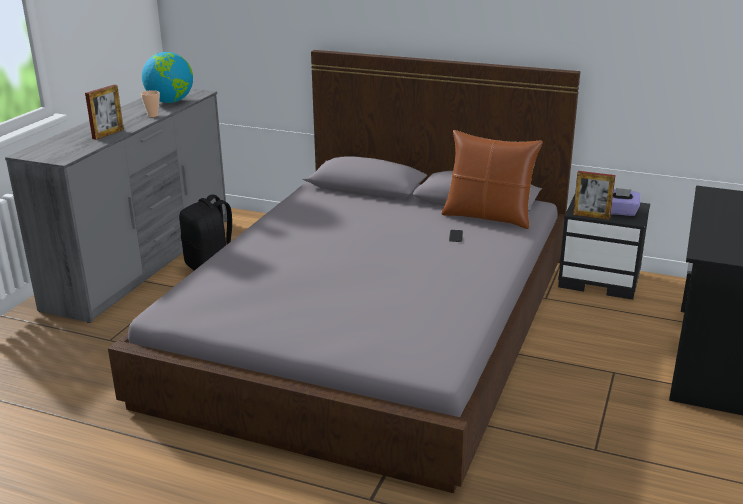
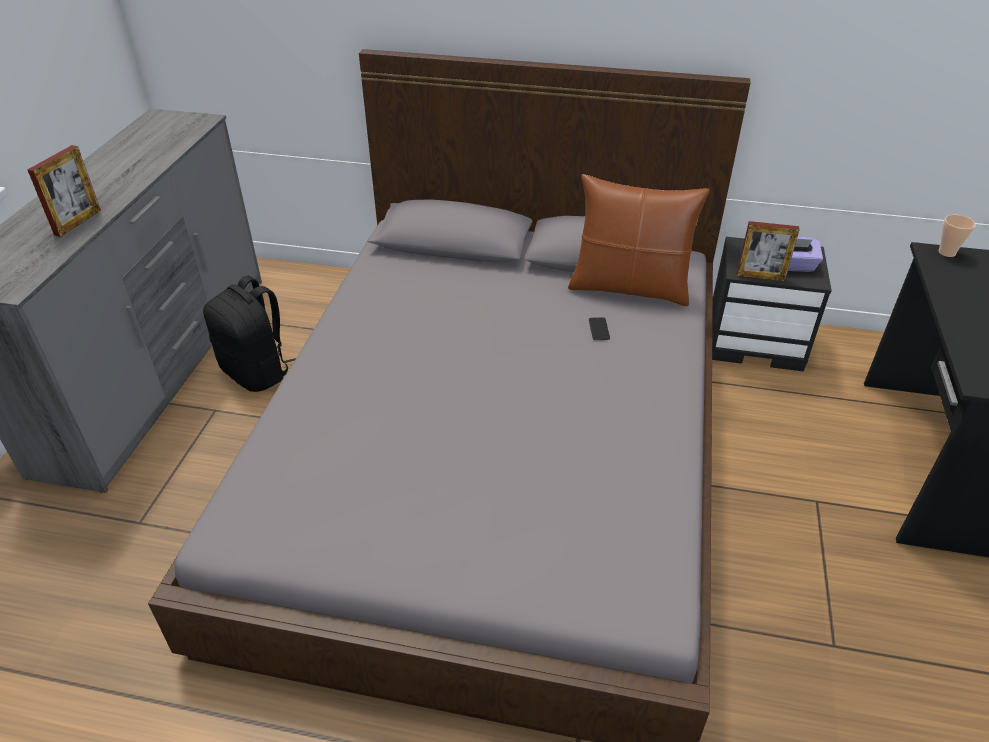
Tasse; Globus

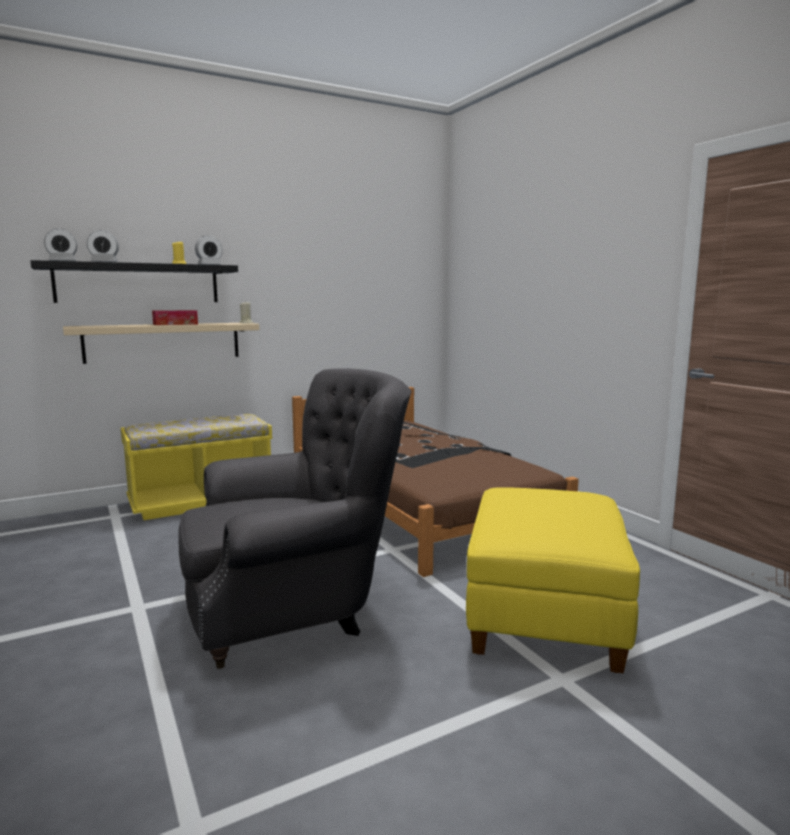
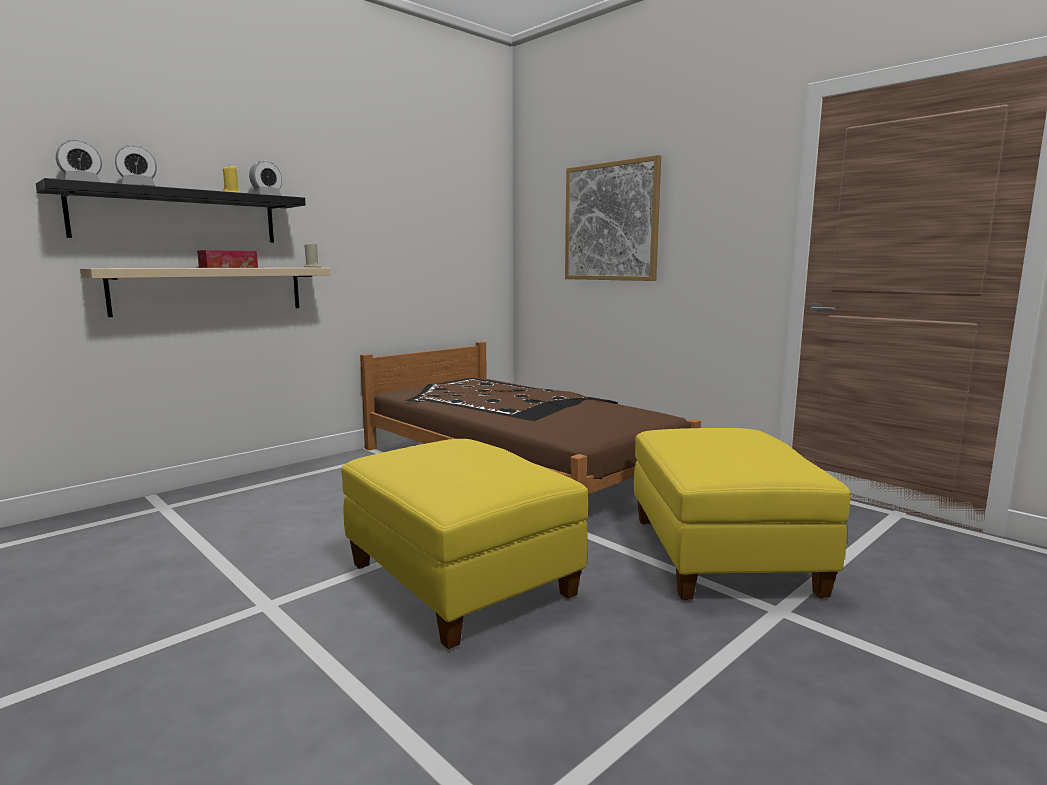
Polsterhocker (gelb) (no. 1 from left); Bild; Bank (gelb)

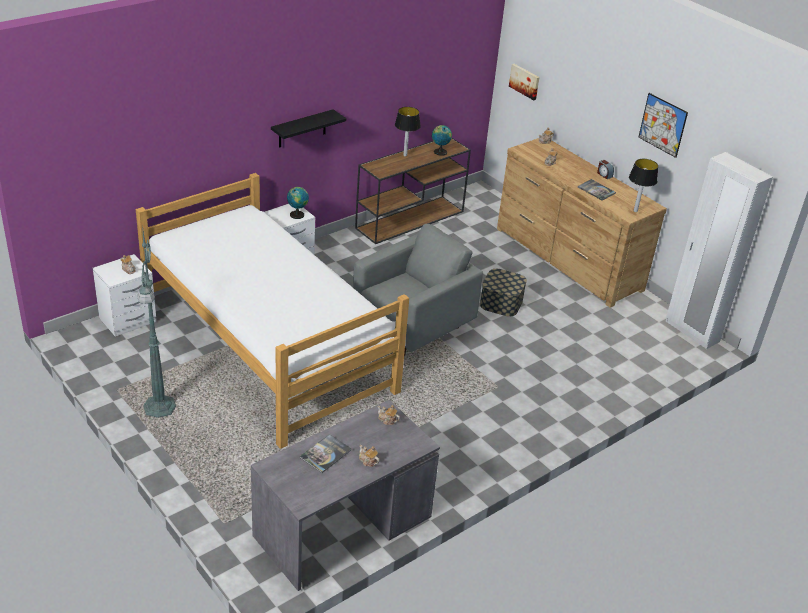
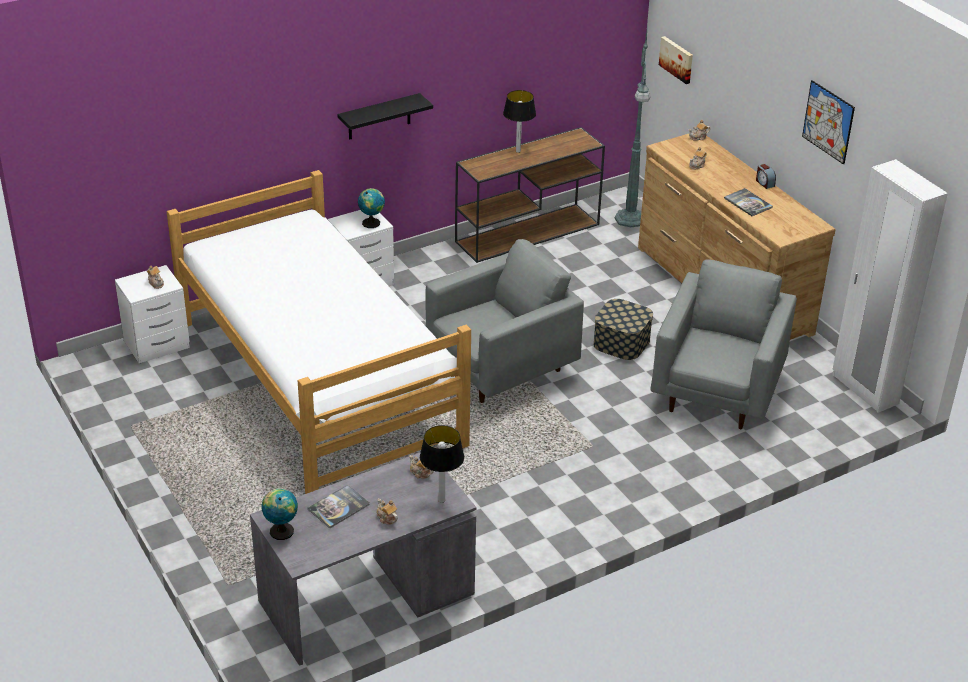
Globus (no. 1 from left); Tischlampe (no. 1 from left); Stehlampe (grün); Sessel (grau) (no. 2 from left)

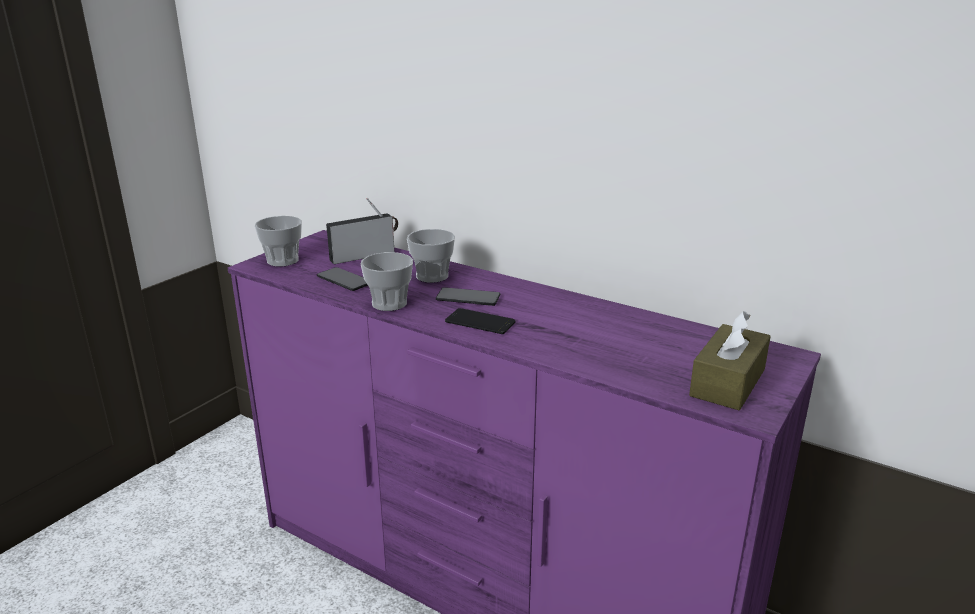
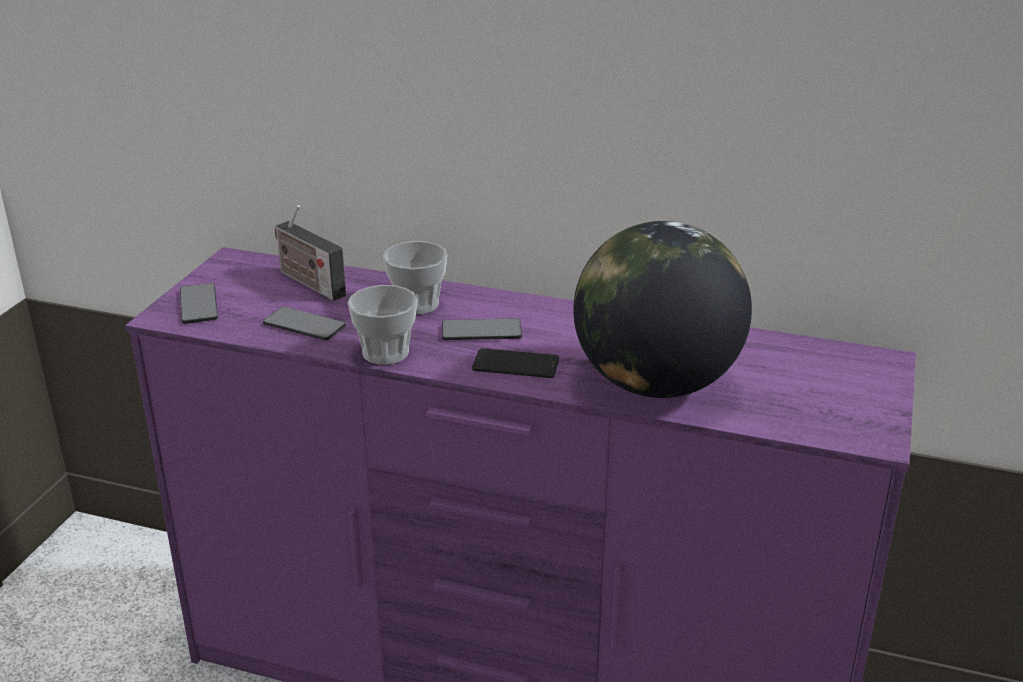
Handy (no. 1 from left); Radio; Globus; Taschentuchbox (braun)

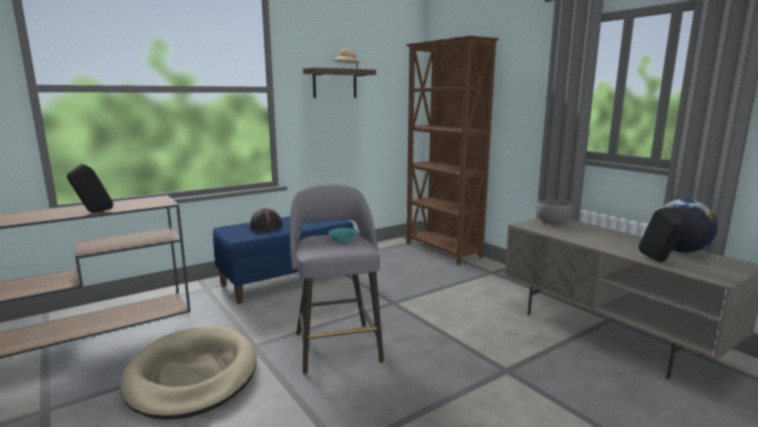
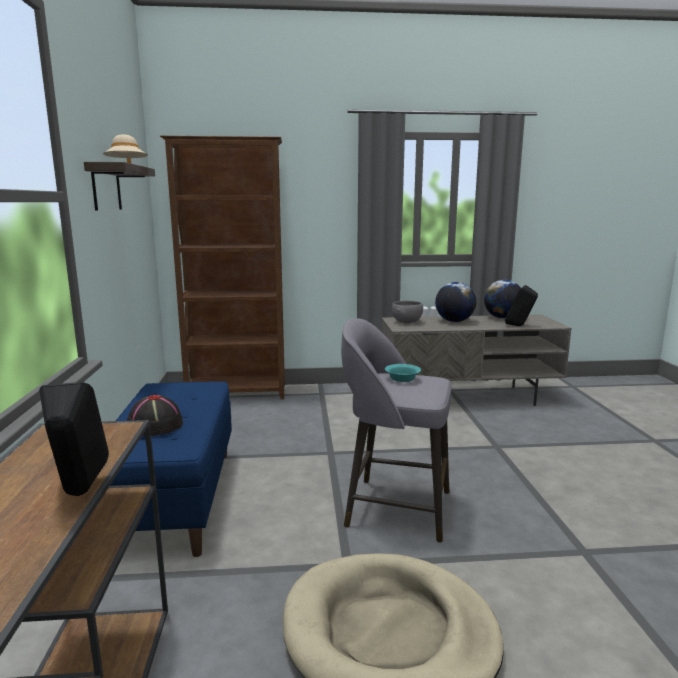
Globus (no. 1 from left)

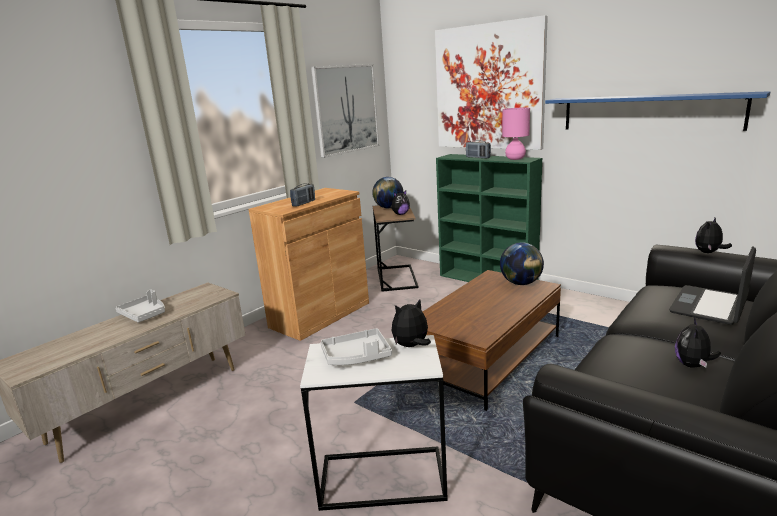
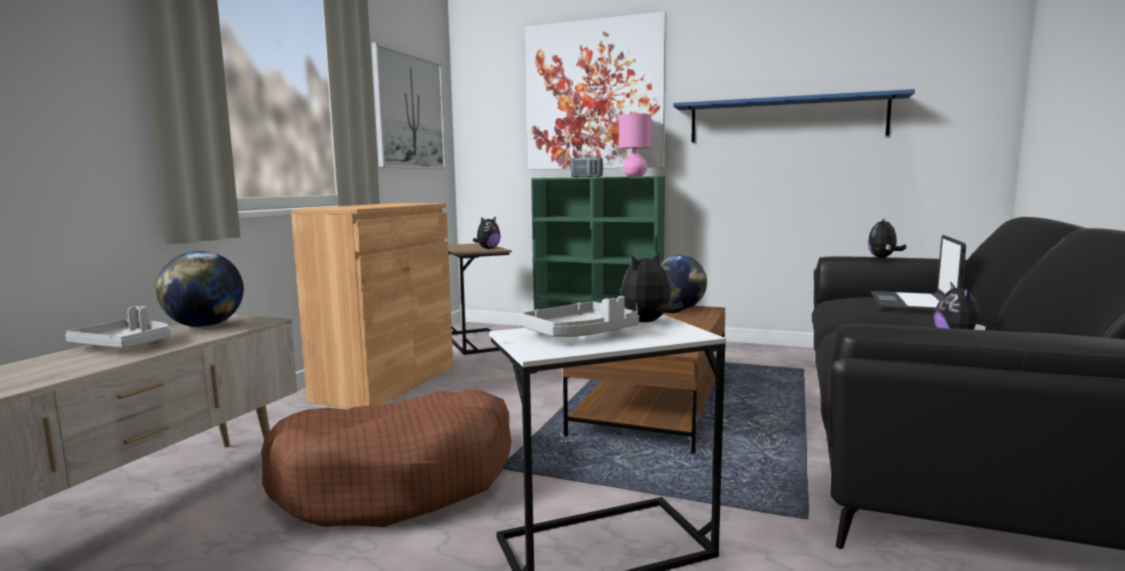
Globus (no. 1 from left); Hundebett (braun); Radio (no. 1 from left in the first image)

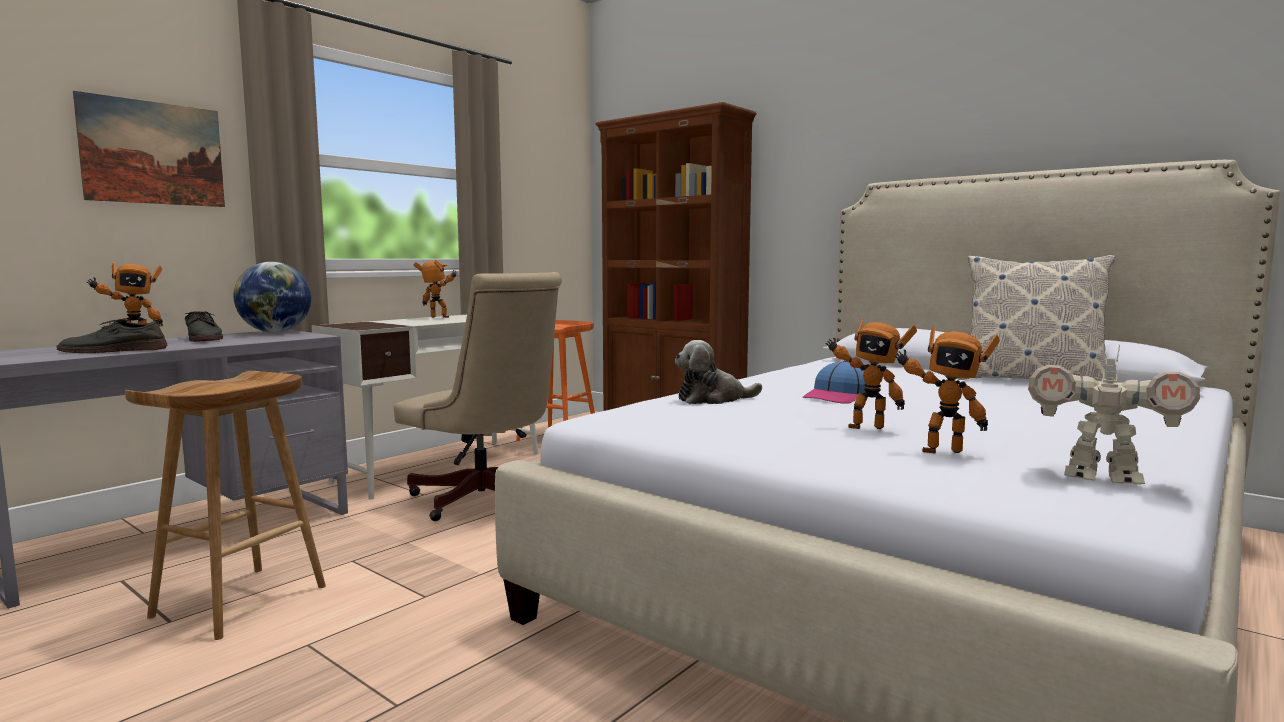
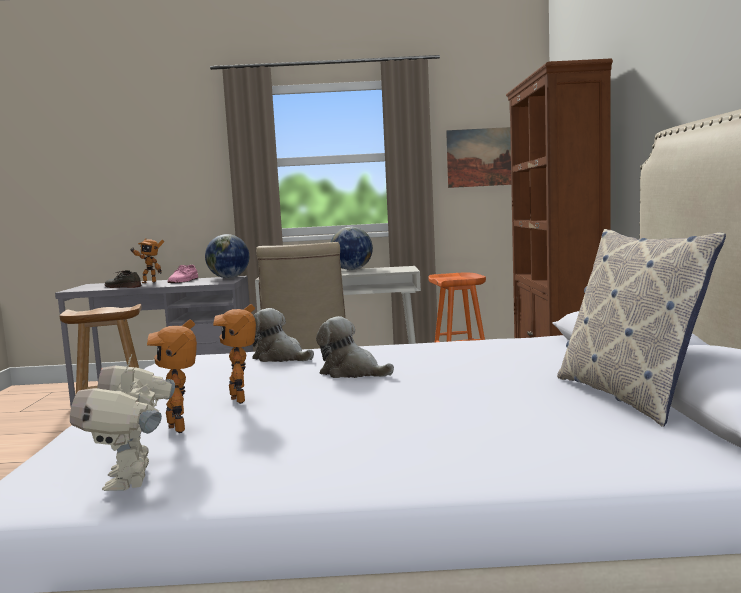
Schuh (rosa); Plüschtier (no. 2 from left); Globus (no. 2 from left); Bild

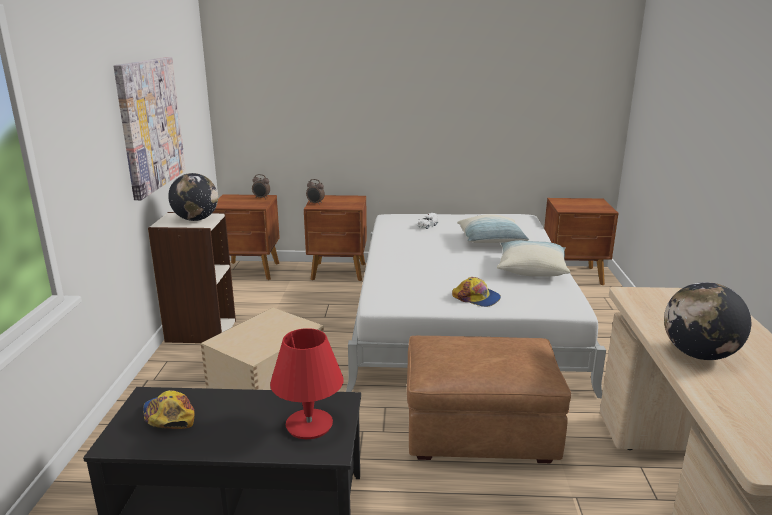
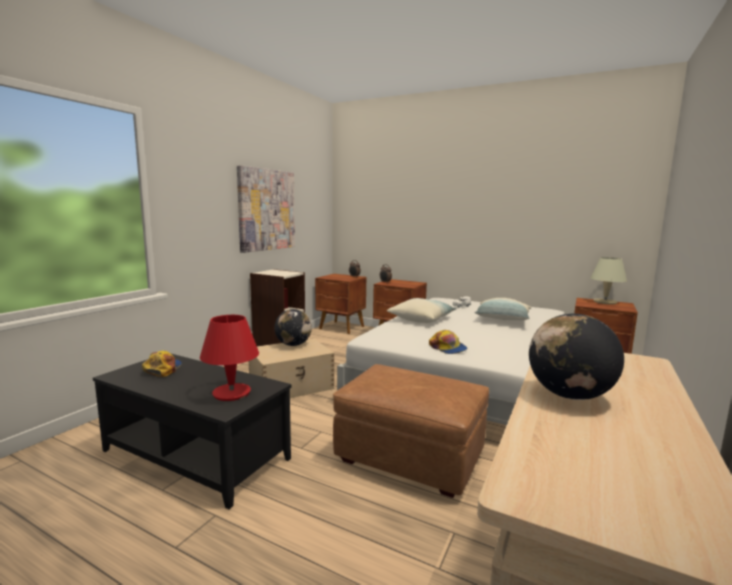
Globus (no. 1 from left); Kissen (no. 1 from left); Tischlampe (beige)

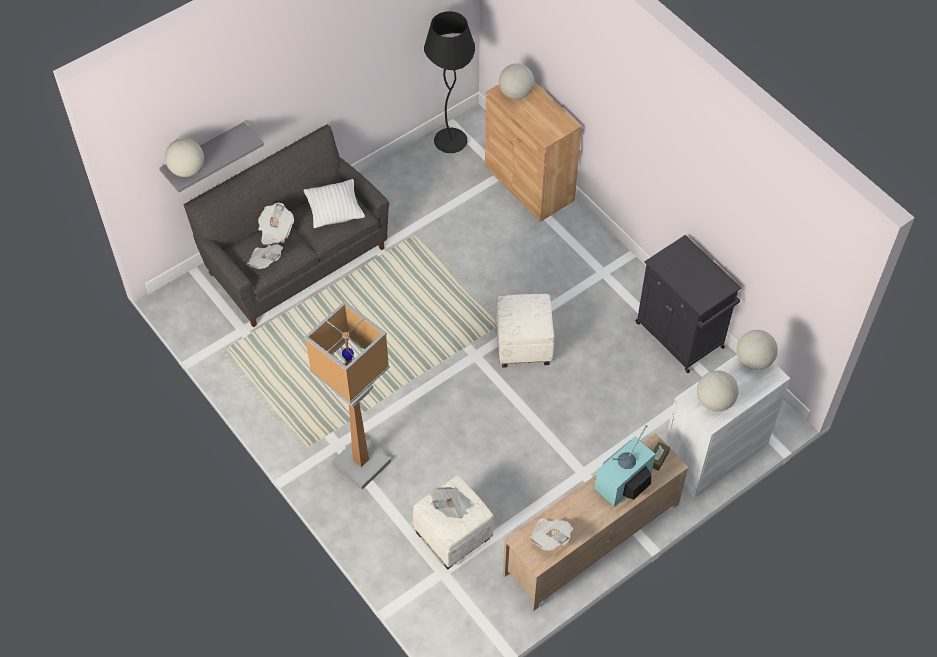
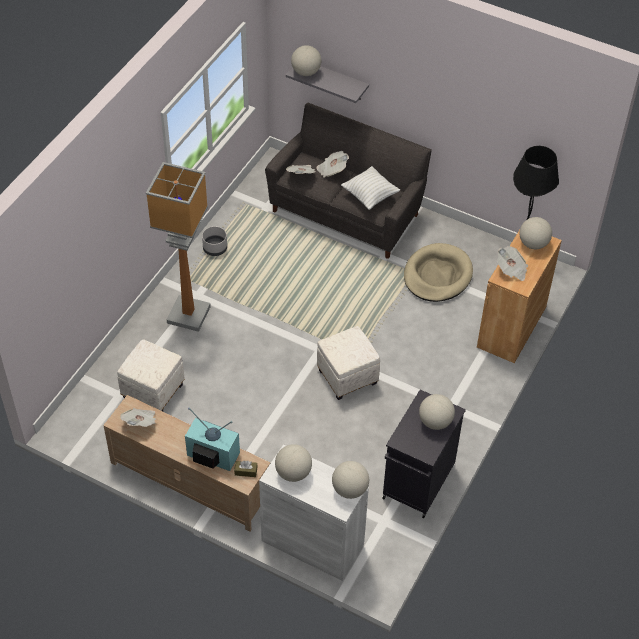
Pflanzkübel (grau); Hundebett (beige); Globus (no. 4 from left); Zeitung (no. 4 from left)

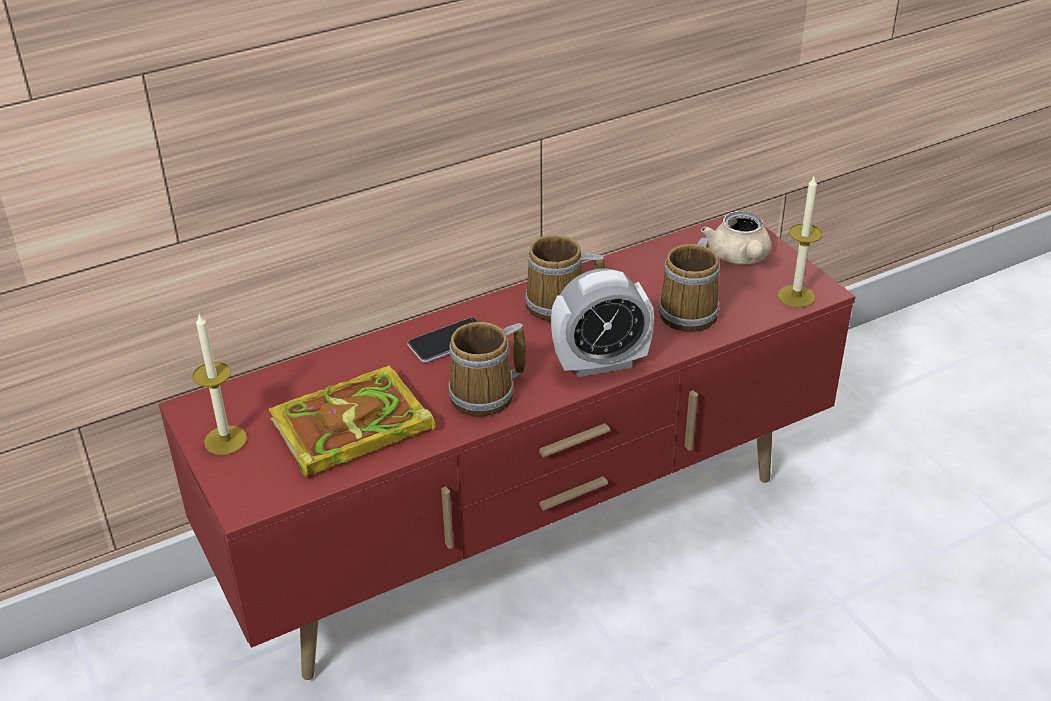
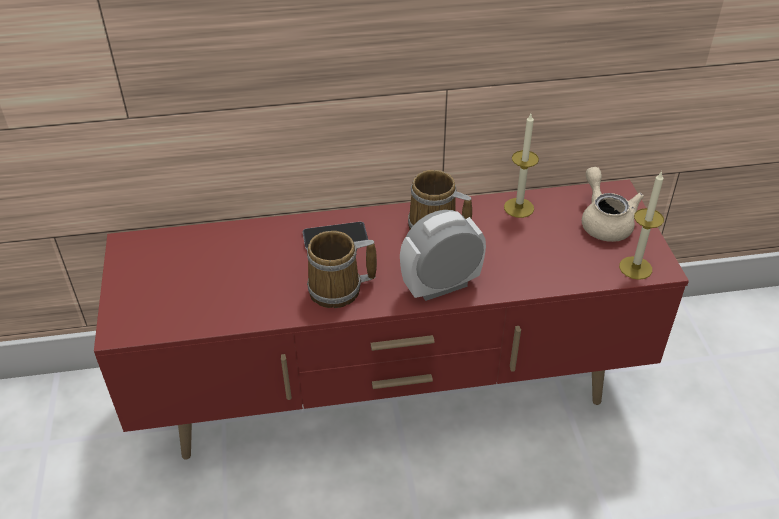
Wecker; Kerze (no. 1 from left); Teekanne (beige); Buch; Henkelbecher (no. 3 from left in the first image)

